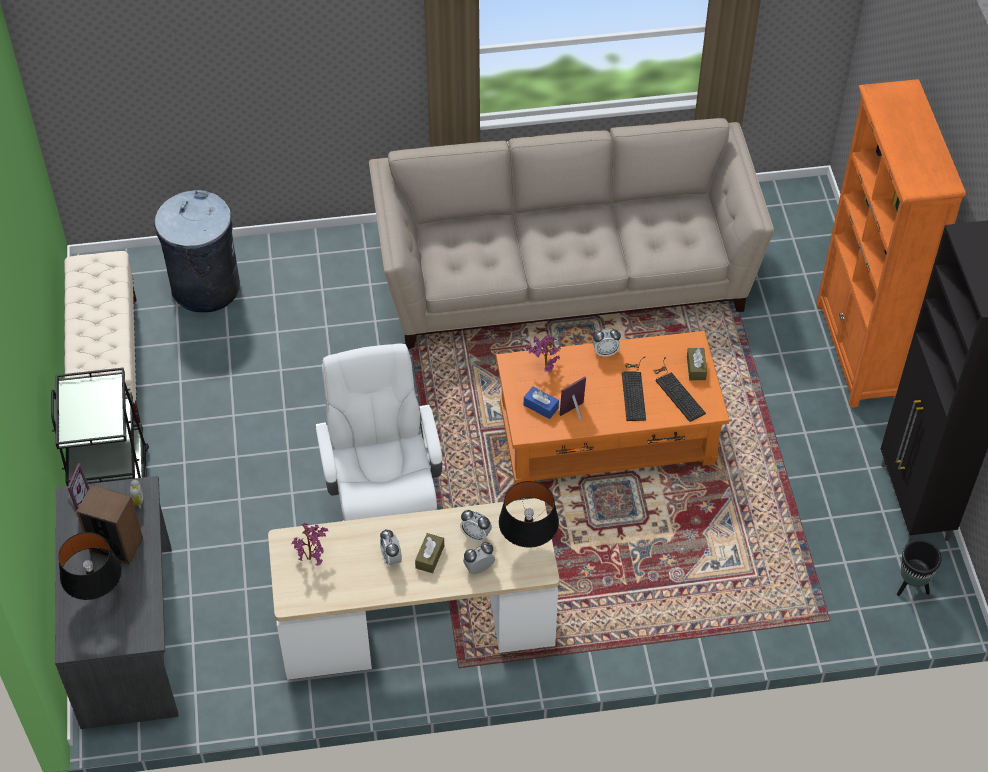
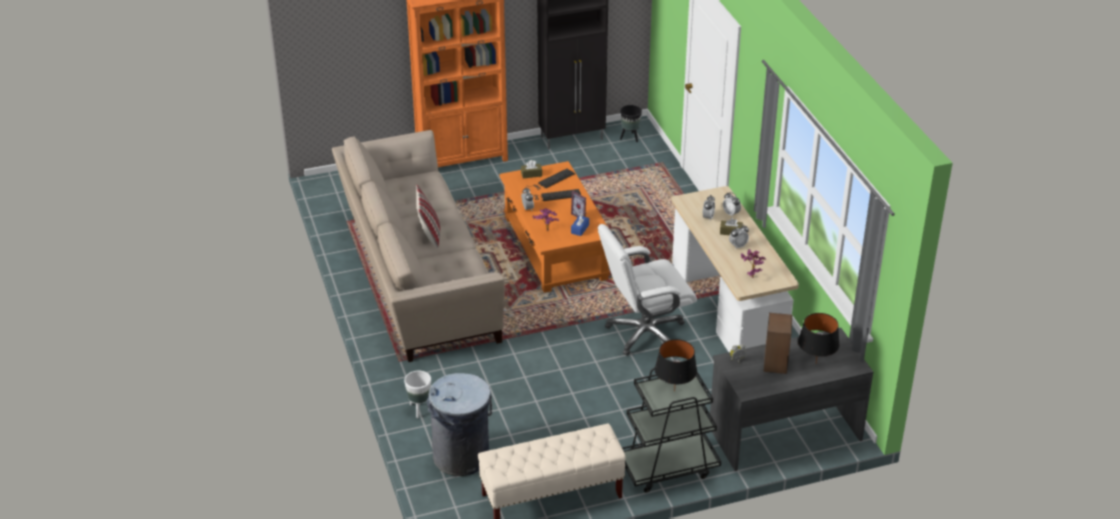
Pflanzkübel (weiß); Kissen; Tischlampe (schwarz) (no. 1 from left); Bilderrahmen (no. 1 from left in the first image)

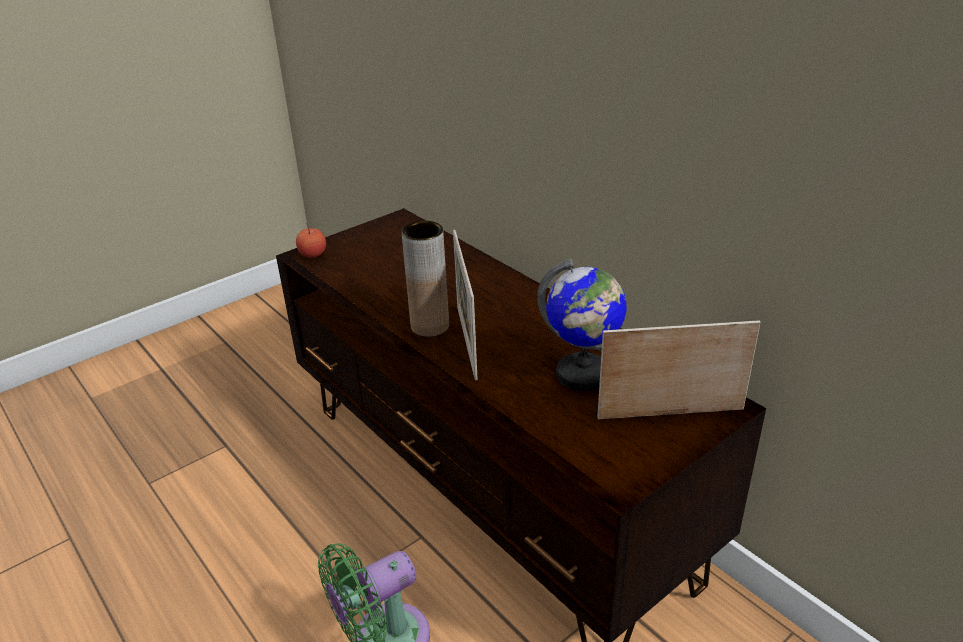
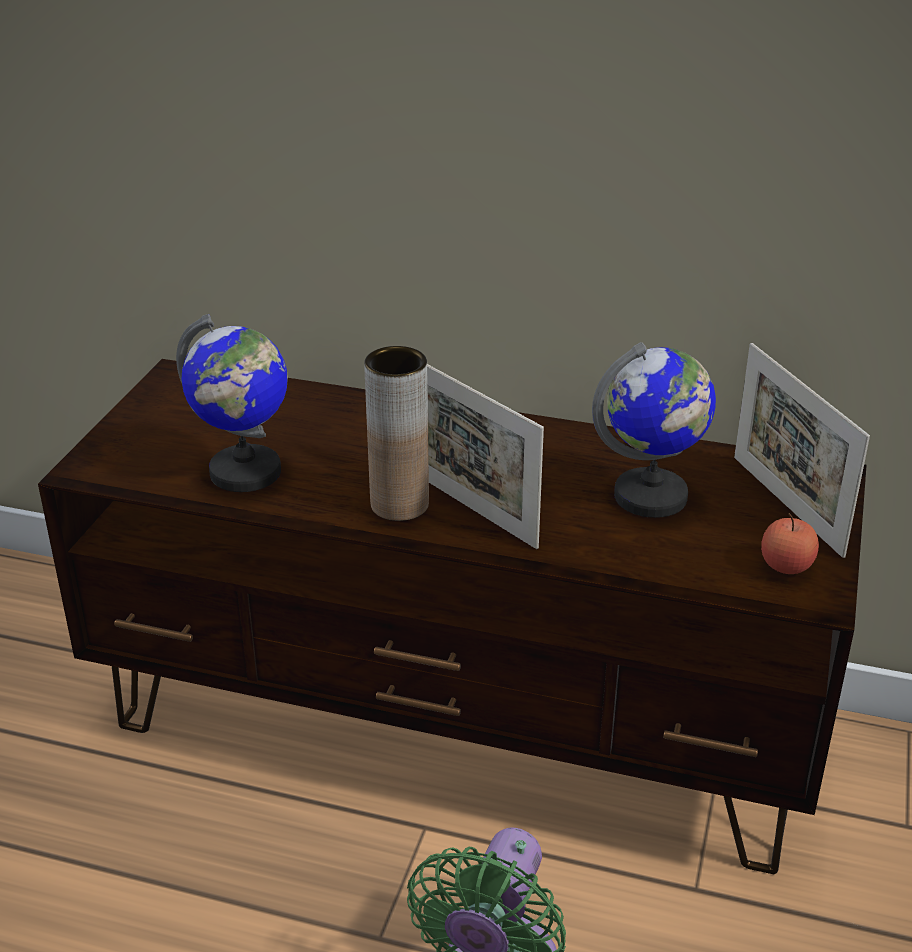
Globus (no. 1 from left); Bilderrahmen (no. 2 from left); Apfel

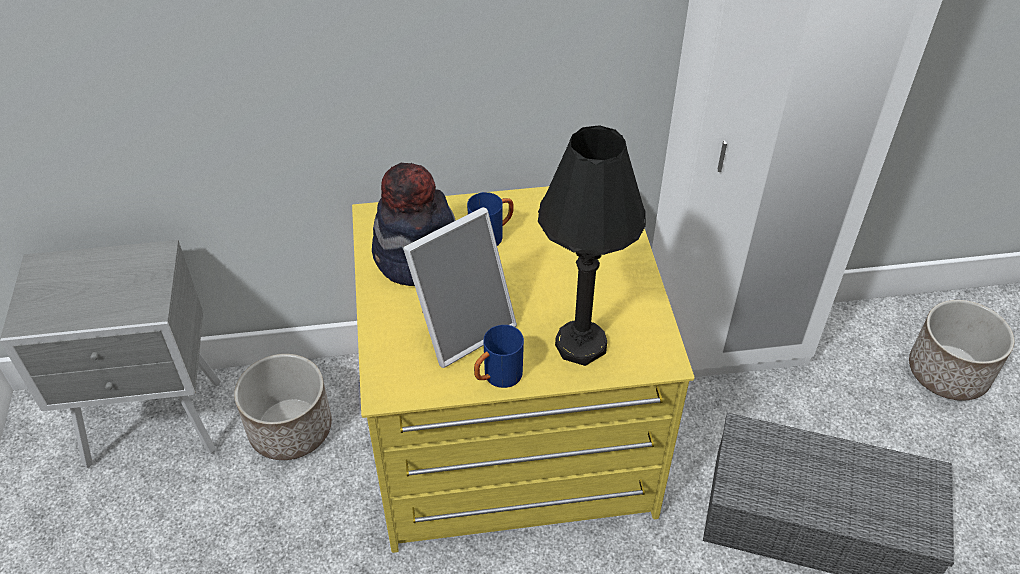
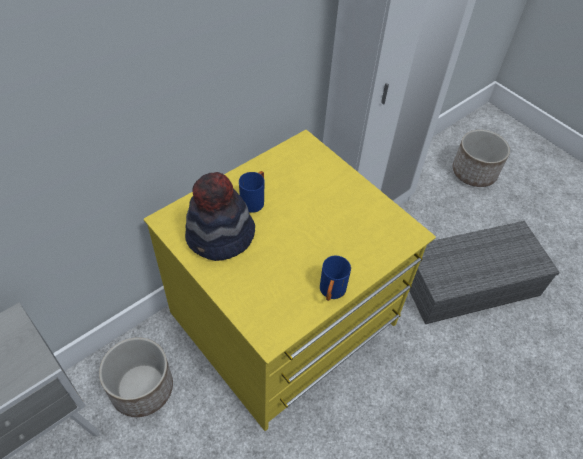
Bilderrahmen; Tischlampe (schwarz)

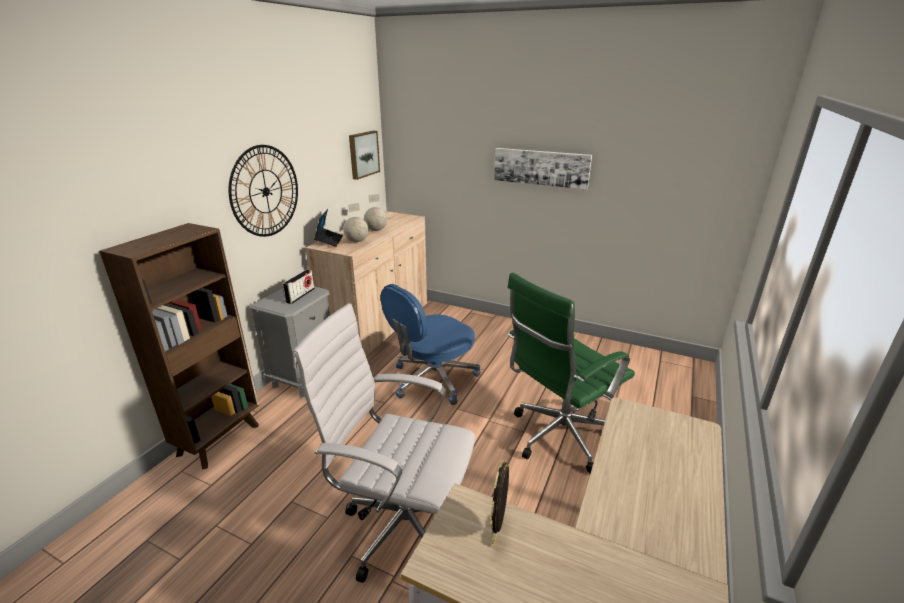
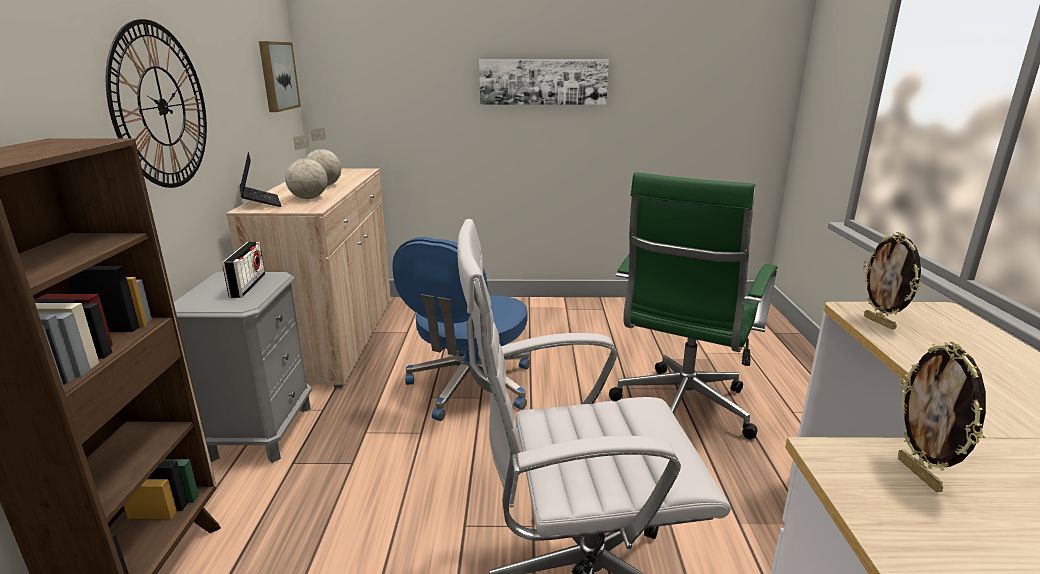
Bilderrahmen (no. 1 from left)

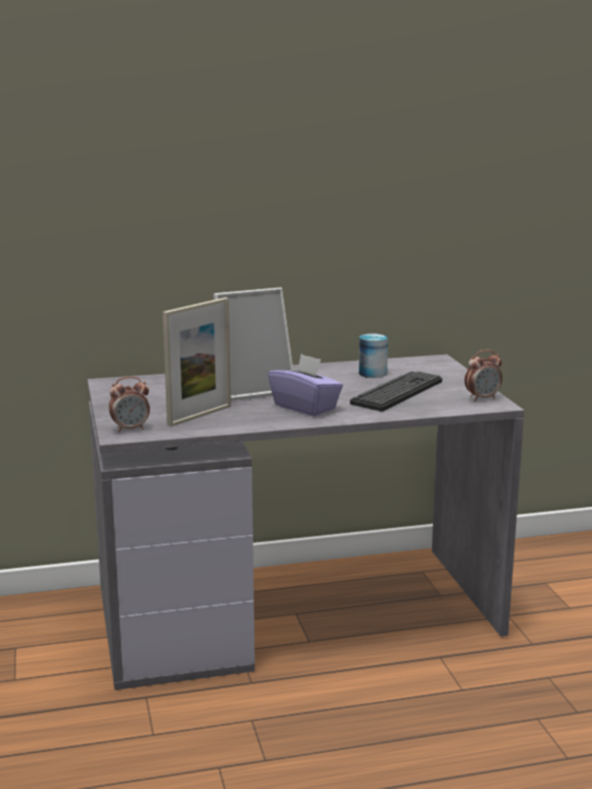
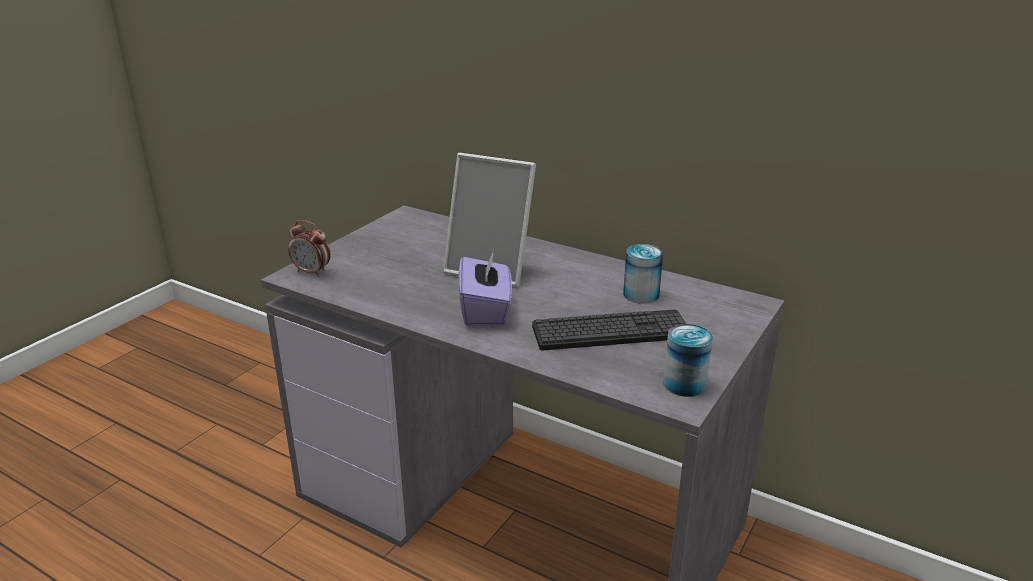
Dose (no. 2 from left); Bilderrahmen (no. 1 from left in the first image)

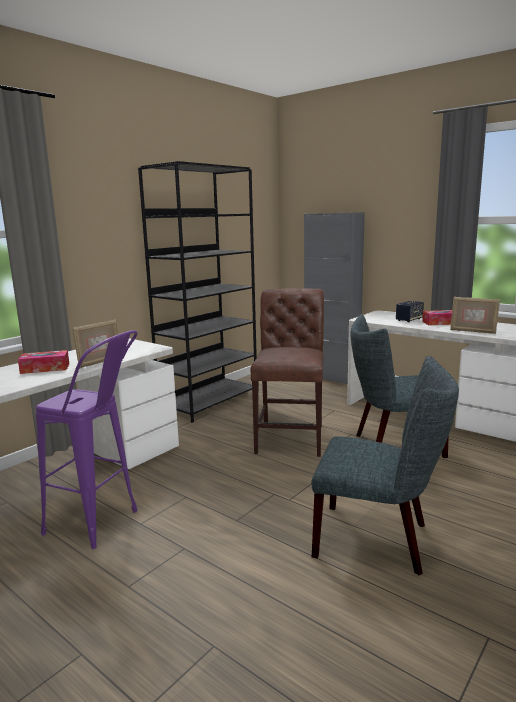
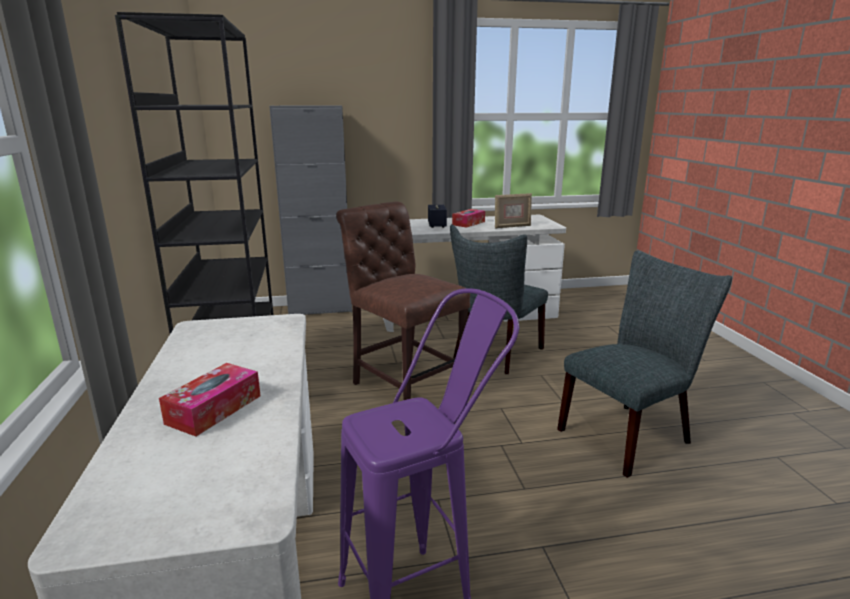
Bilderrahmen (no. 1 from left in the first image)

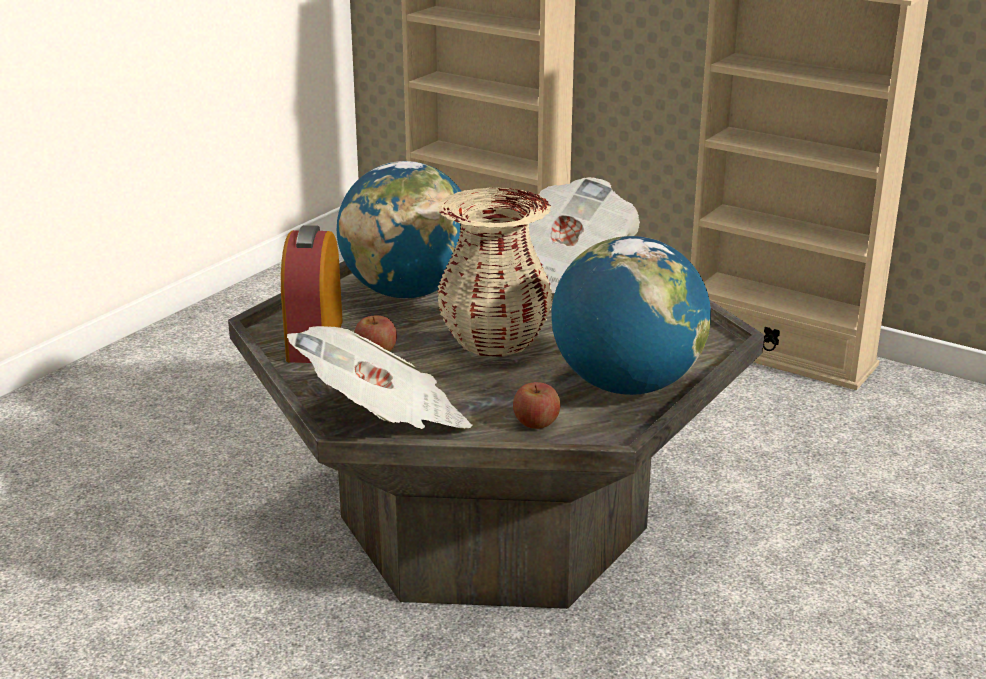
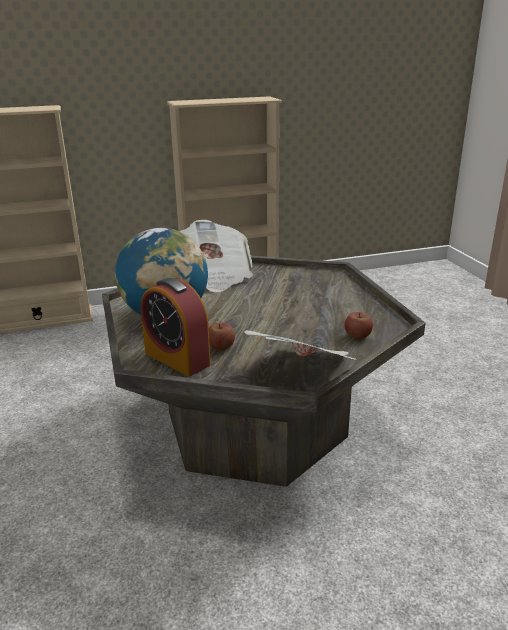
Vase (beige); Globus (no. 2 from left in the first image)

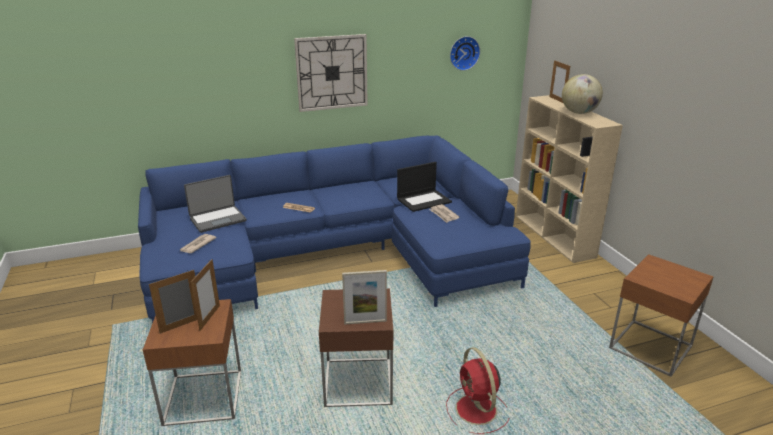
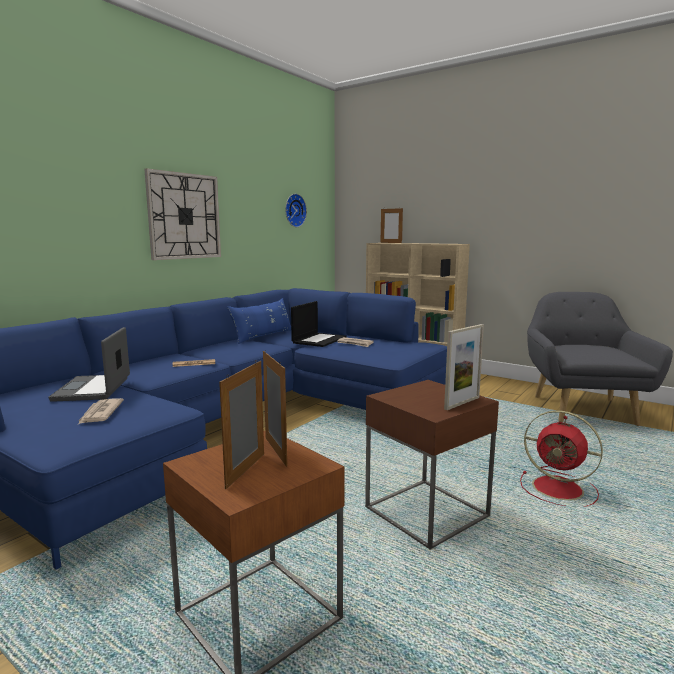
Laptop (no. 1 from left); Kissen (blau); Sessel (grau); Globus

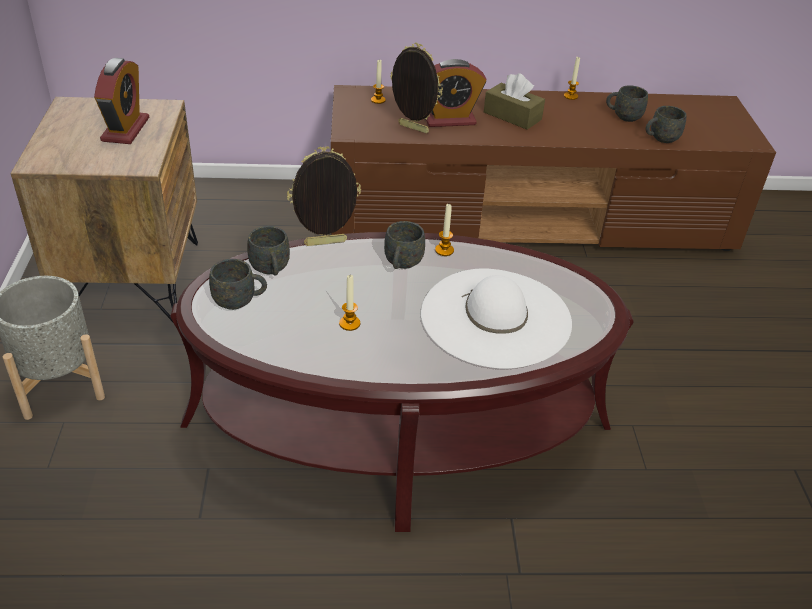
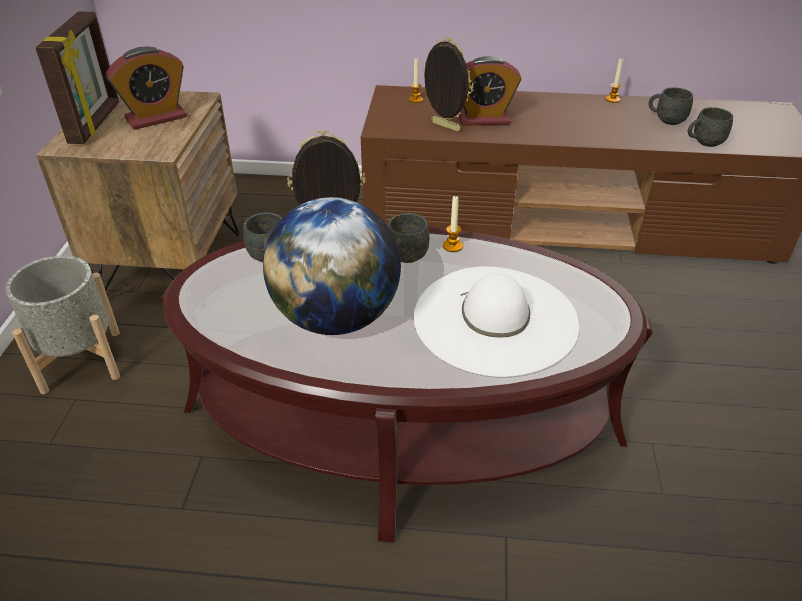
Bilderrahmen (no. 1 from left); Wecker (no. 1 from left); Globus; Henkelbecher (grau) (no. 1 from left in the first image); Taschentuchbox (braun)

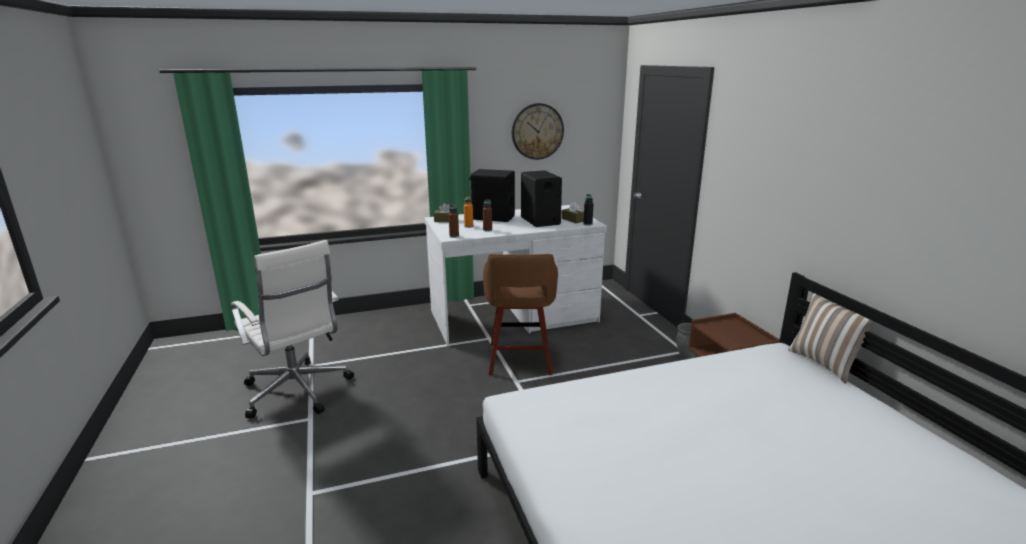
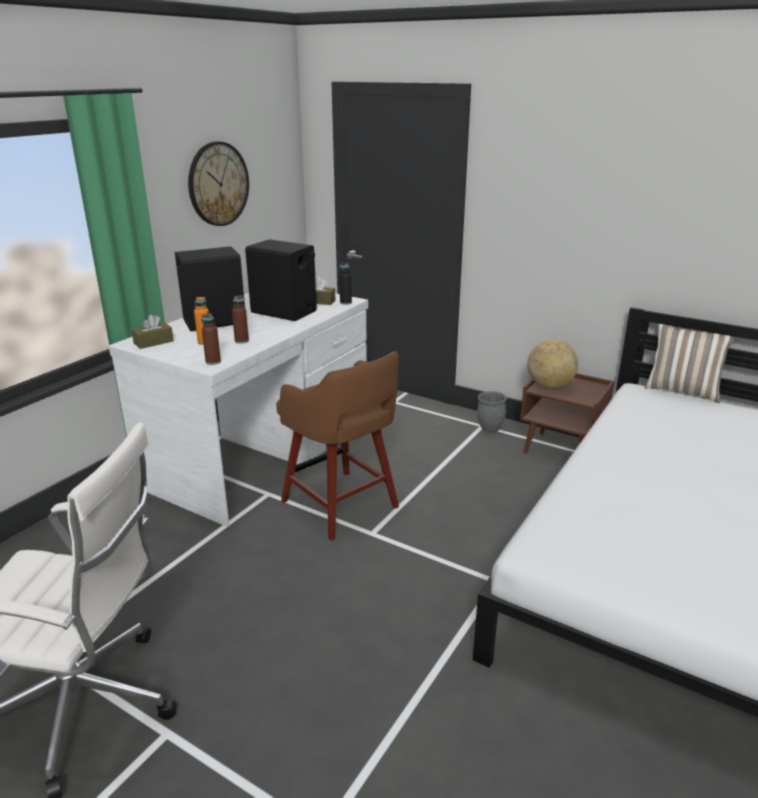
Globus

